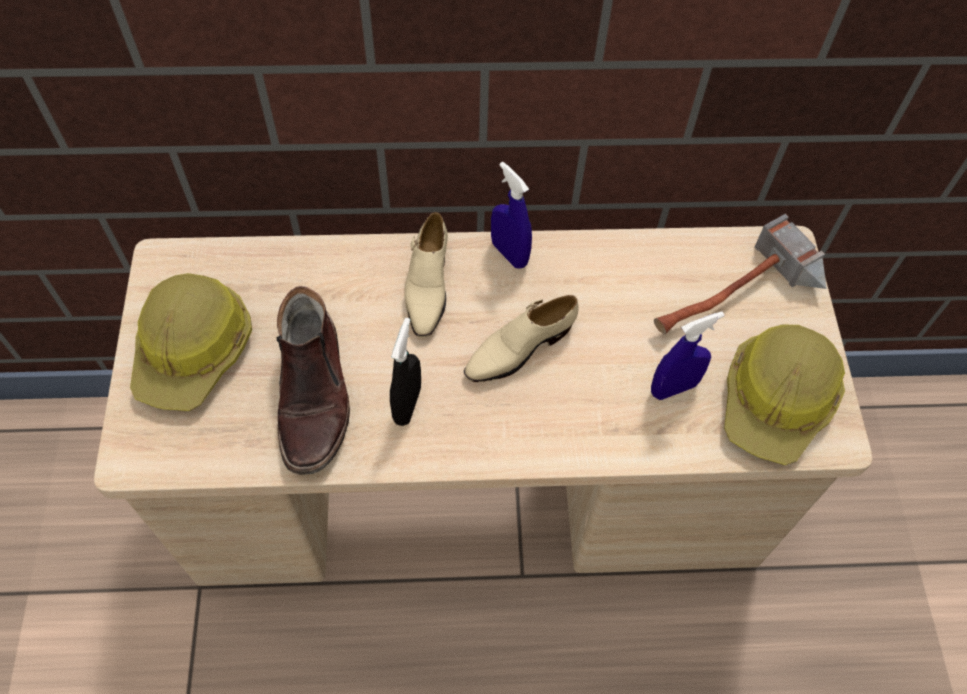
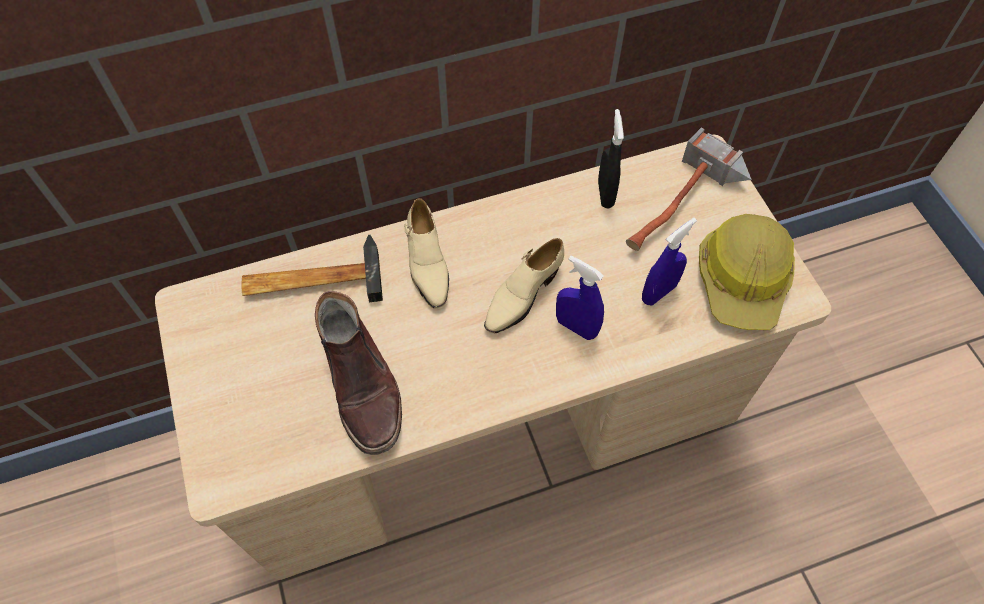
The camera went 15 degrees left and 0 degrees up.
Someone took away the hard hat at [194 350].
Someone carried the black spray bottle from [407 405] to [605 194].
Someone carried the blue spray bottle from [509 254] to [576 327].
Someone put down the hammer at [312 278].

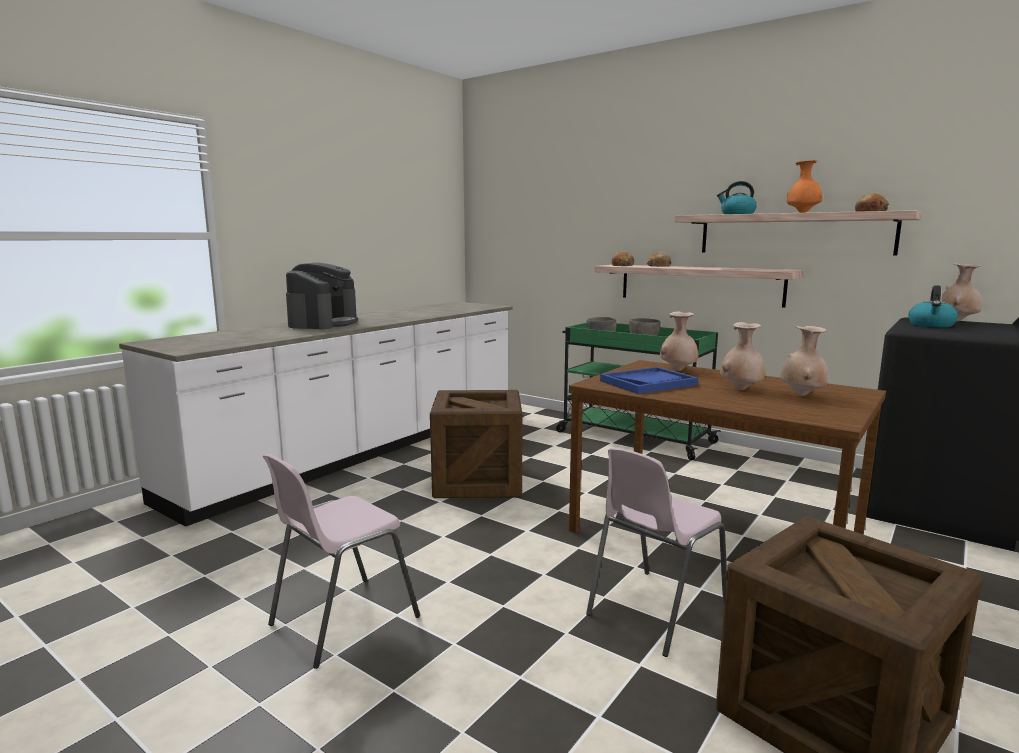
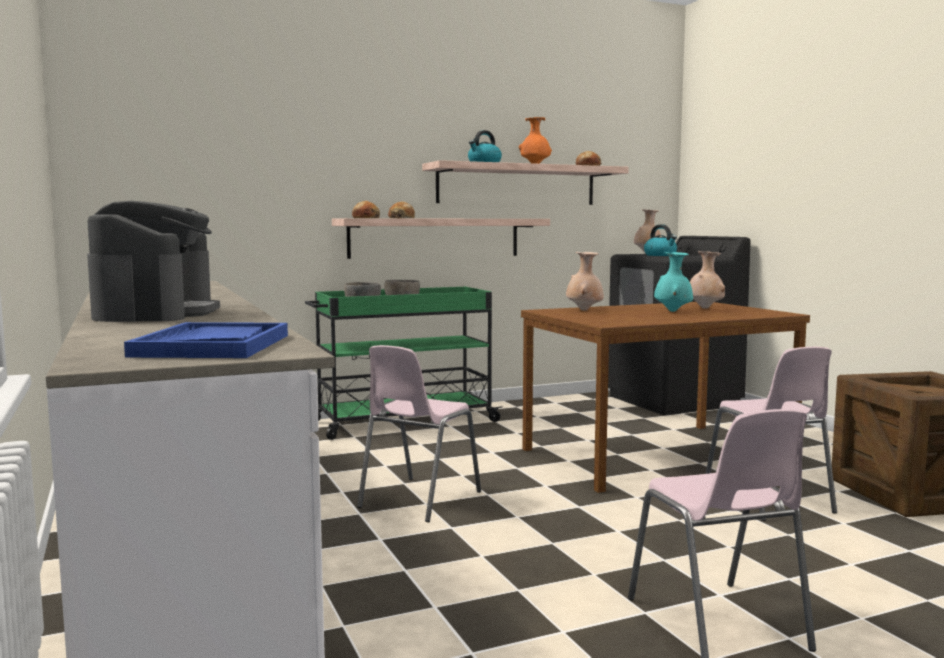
The camera went 60 degrees left and 5 degrees down.
Someone rotated the coffee machine at [324 323] by 45 degrees clockwise.
Someone swapped the crate at [478 481] for the pink chair at [418 500].
Someone carried the blue tray from [648 383] to [213 345].
Someone repainted the beige vase at [741 389], which became the turquoise vase at [673 311].

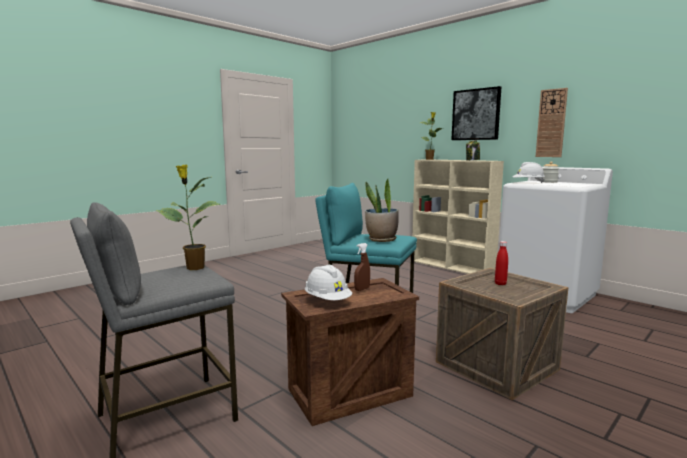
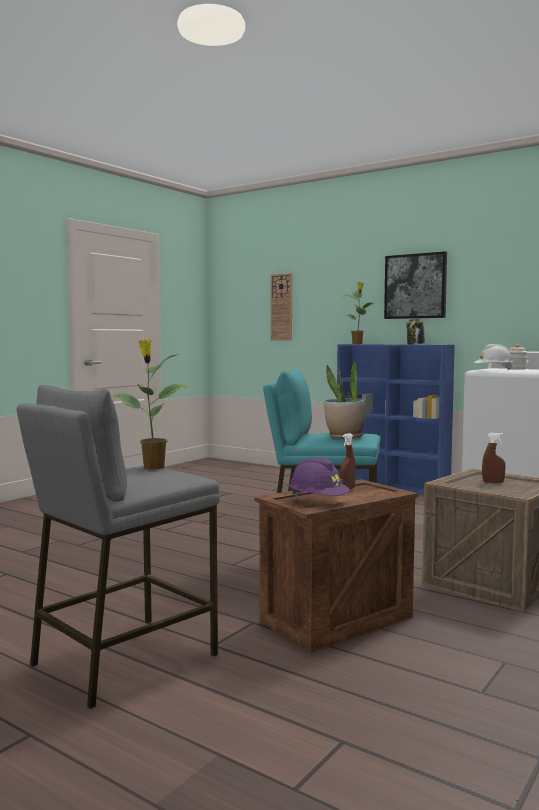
The camera went 10 degrees left and 5 degrees down.
Someone repainted the white hard hat at [327 301], which became the purple hard hat at [318 501].
Someone repainted the beige bookcase at [452 266], which became the blue bookcase at [392 486].
Someone swapped the red bottle at [500 283] for the brown spray bottle at [493 482].
Someone carried the wall clock from [551 123] to [281 307].

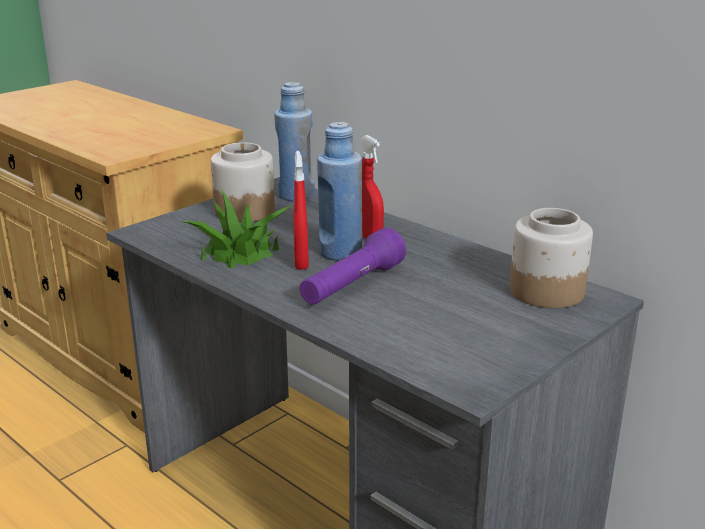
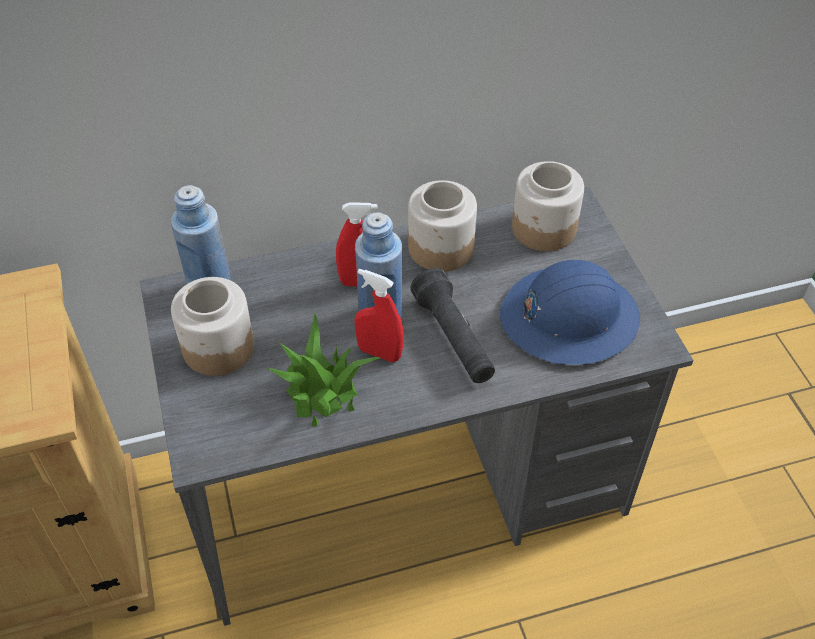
The camera went 60 degrees left and 25 degrees up.
Someone repainted the purple flashlight at [352 286], which became the black flashlight at [454 339].
Someone put down the jar at [441 248].
Someone put down the blue hard hat at [568 318].

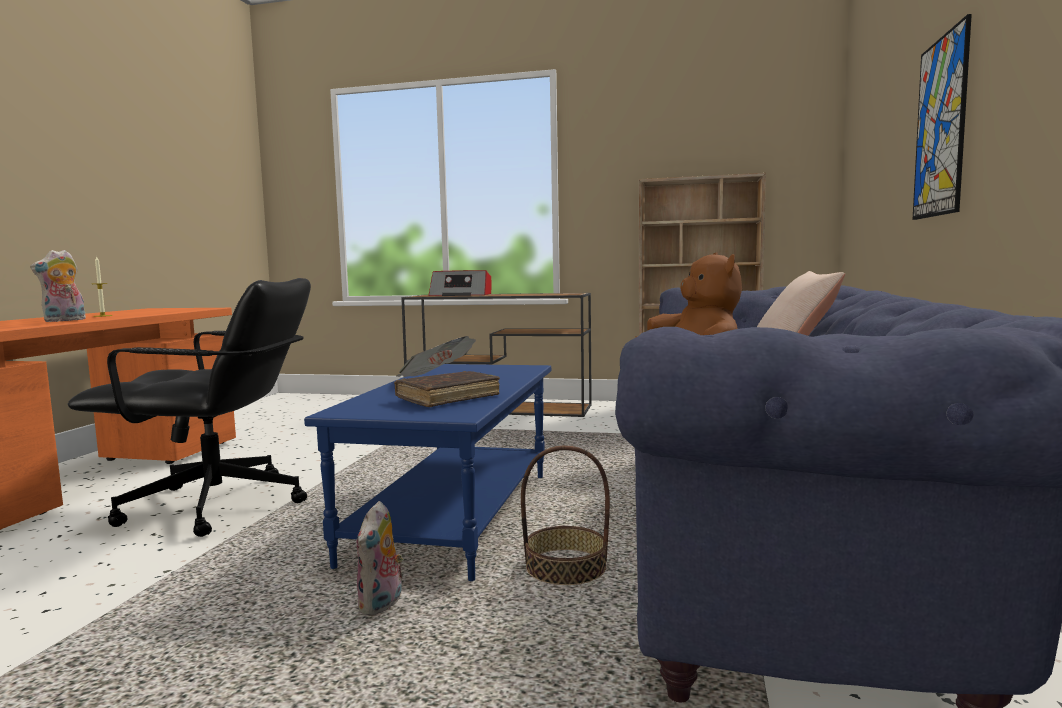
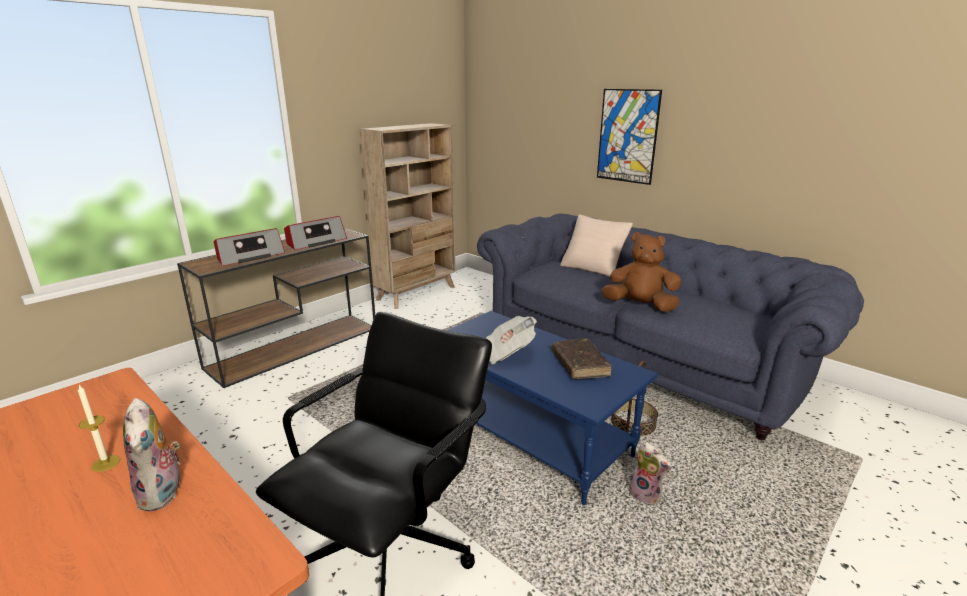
The camera went 60 degrees left and 15 degrees up.
Someone put down the radio at [315 242].

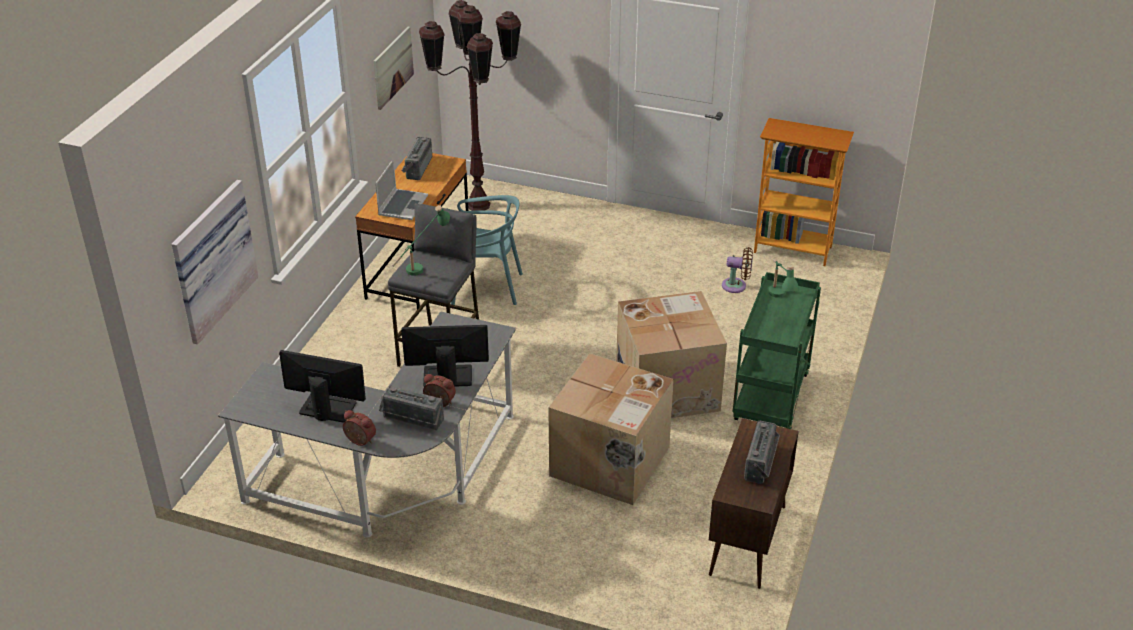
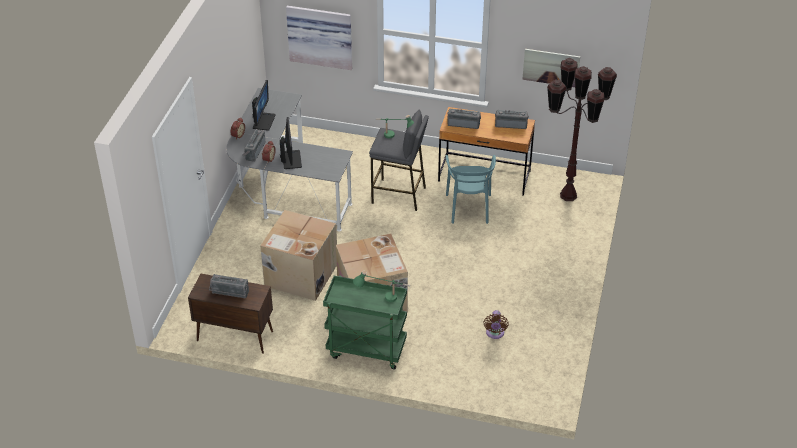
The camera went 85 degrees right and 5 degrees up.
Someone swapped the laptop at [402 205] for the radio at [463 123].
Someone took away the bookcase at [793 249].

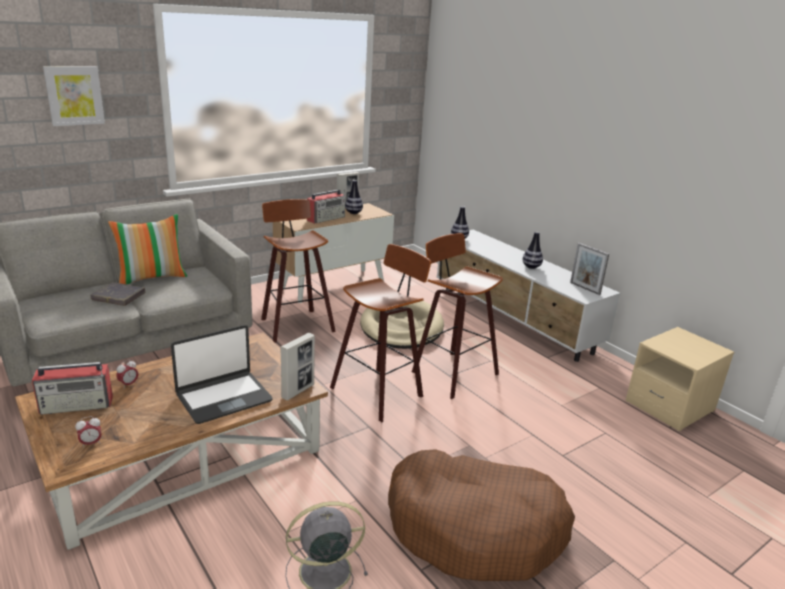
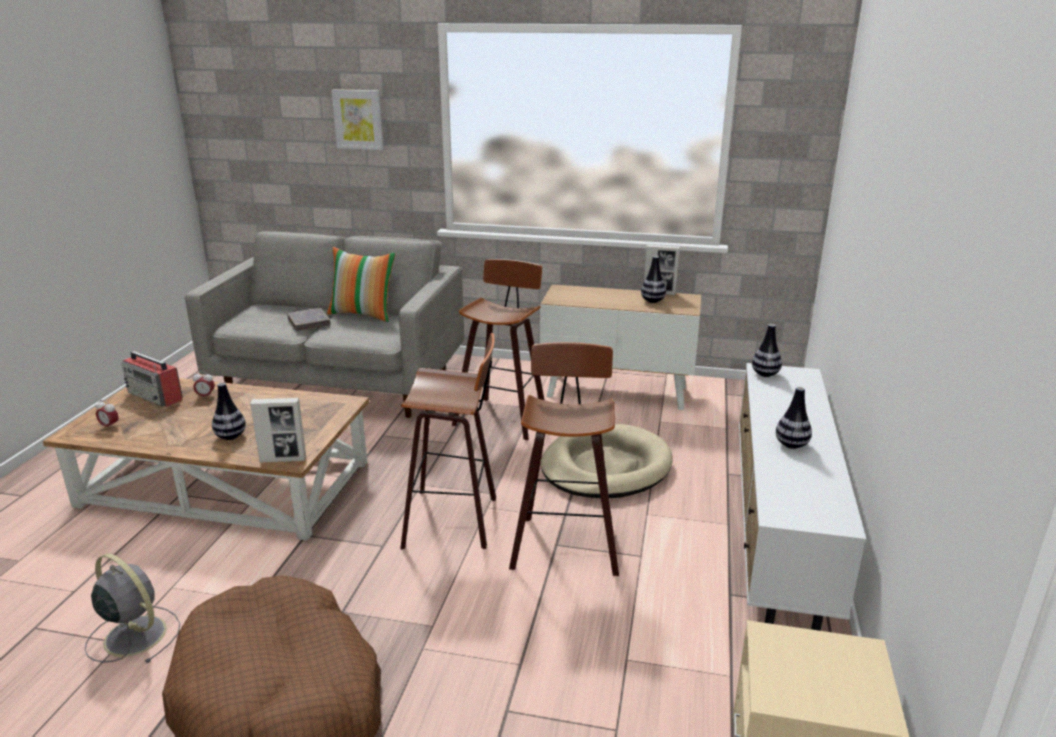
The camera went 50 degrees right and 0 degrees up.
Someone swapped the laptop at [223 397] for the vase at [231 436].
Someone took away the radio at [326 218].
Someone took away the picture frame at [585 288].

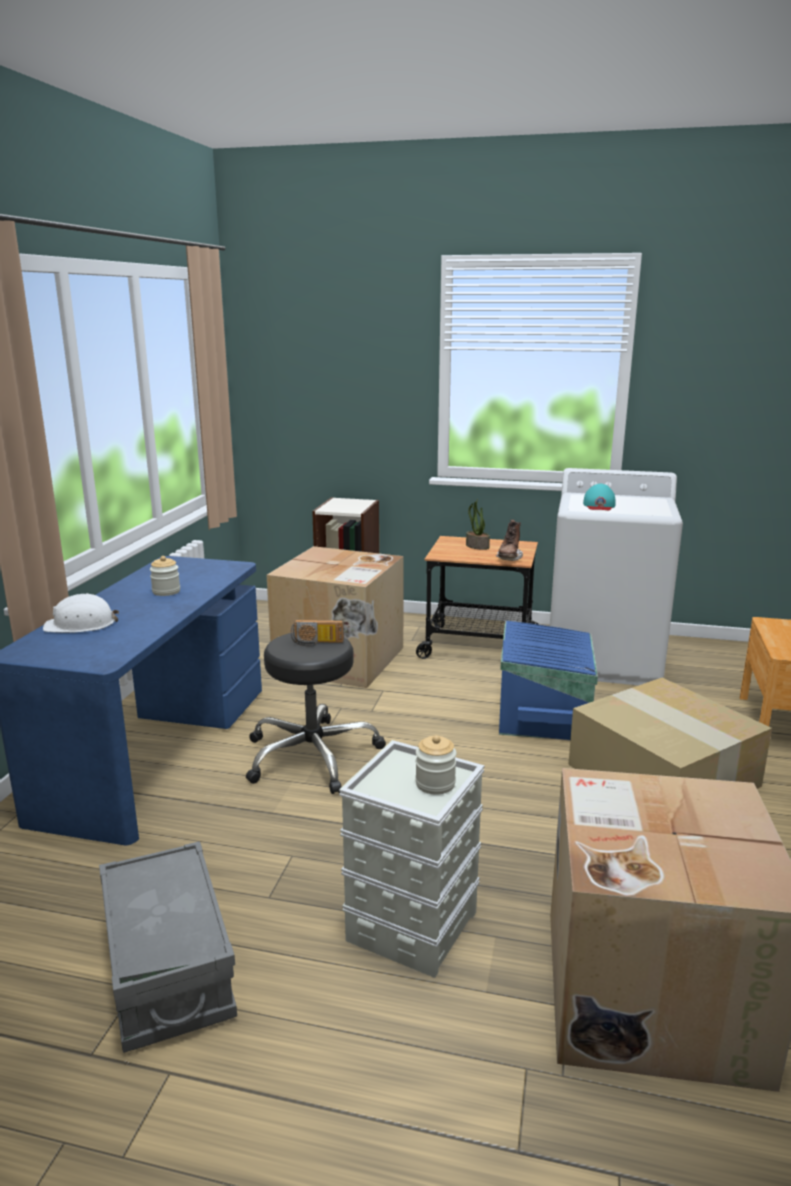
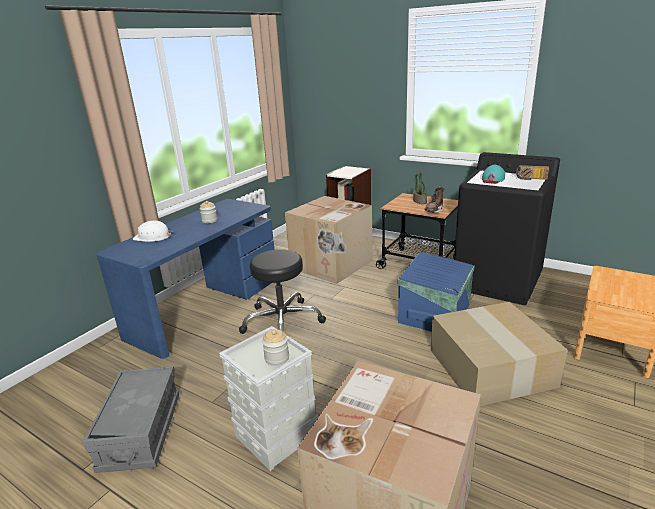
The camera went 20 degrees right and 5 degrees up.
Someone carried the radio from [317 643] to [531 179].
Someone repainted the white washing machine at [604 659], which became the black washing machine at [497 282].

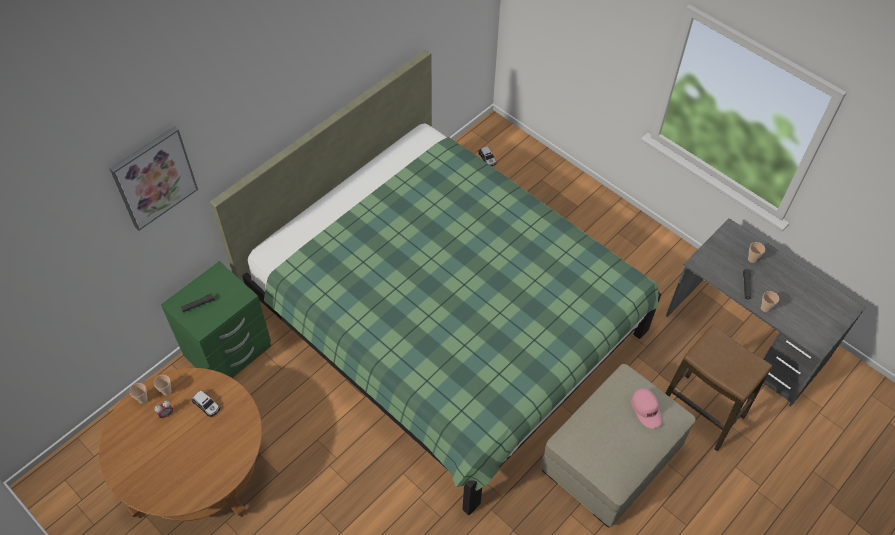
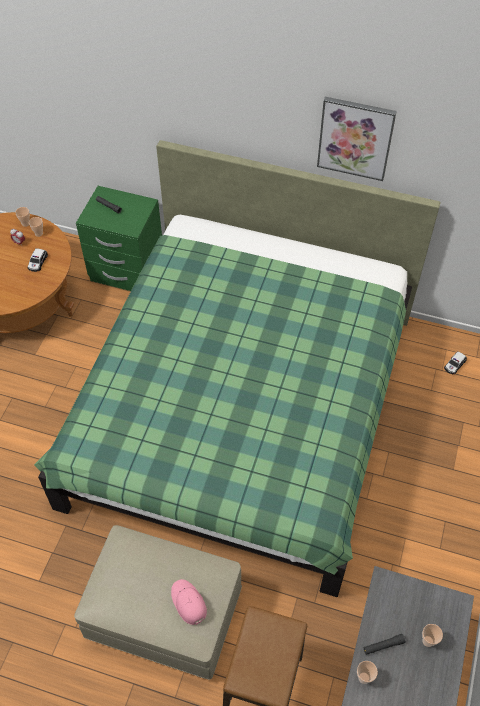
The camera went 65 degrees right and 0 degrees up.
Someone carried the picture from [154 177] to [355 138].
Someone rotated the pink cap at [646 410] by 105 degrees clockwise.

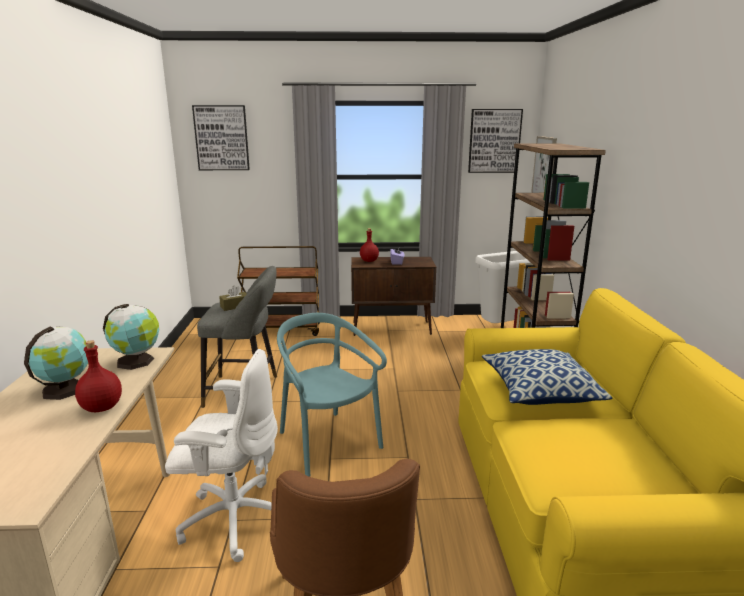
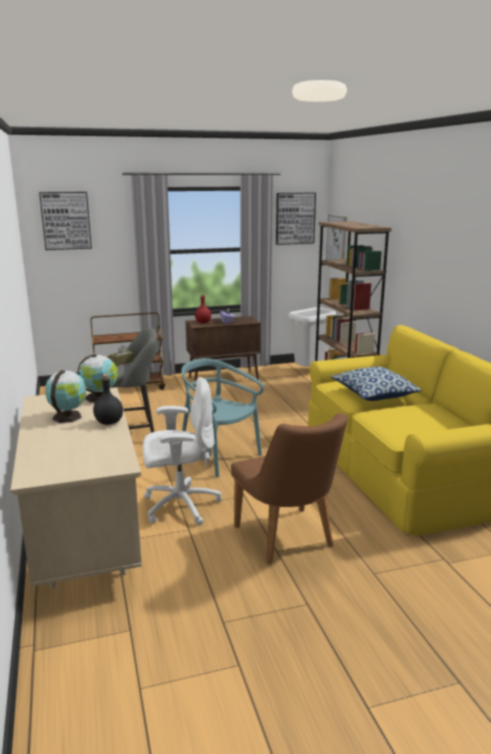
The camera went 15 degrees left and 0 degrees up.
Someone repainted the red bottle at [102 407], which became the black bottle at [109 422].

